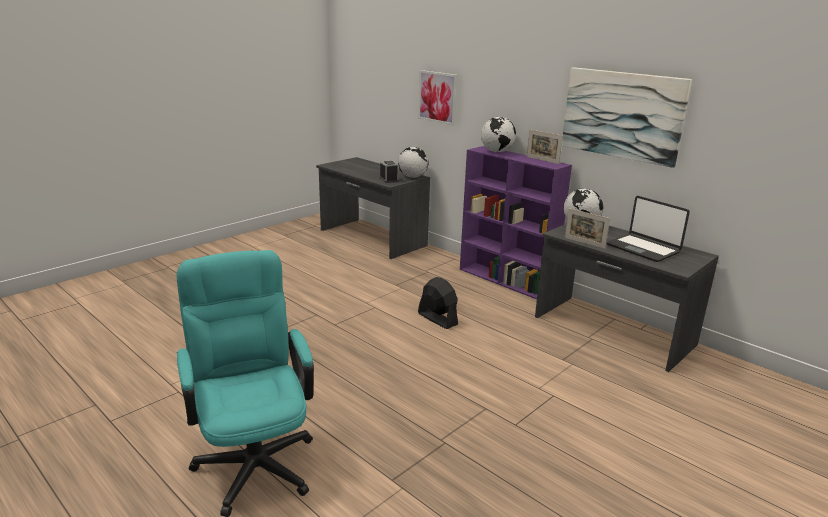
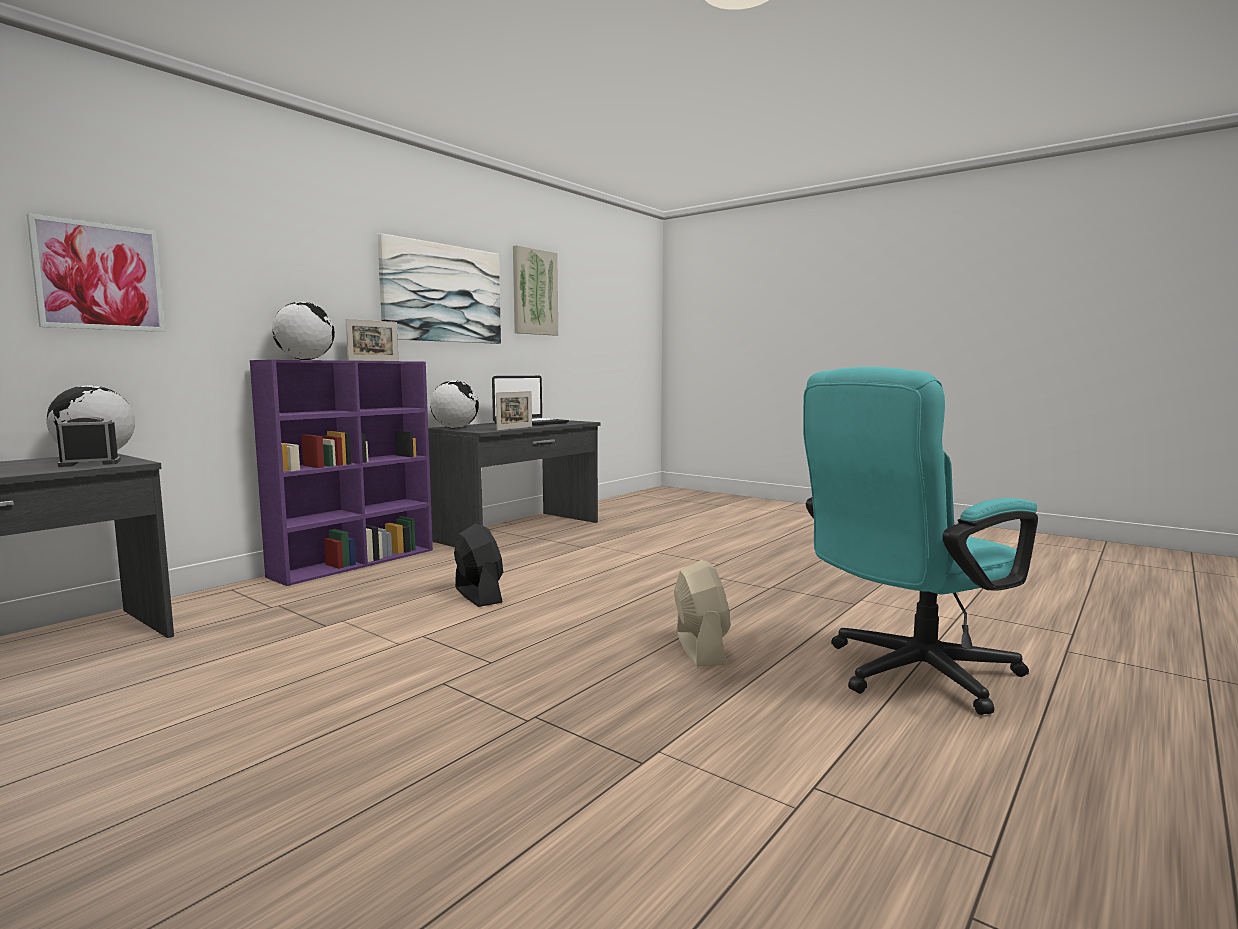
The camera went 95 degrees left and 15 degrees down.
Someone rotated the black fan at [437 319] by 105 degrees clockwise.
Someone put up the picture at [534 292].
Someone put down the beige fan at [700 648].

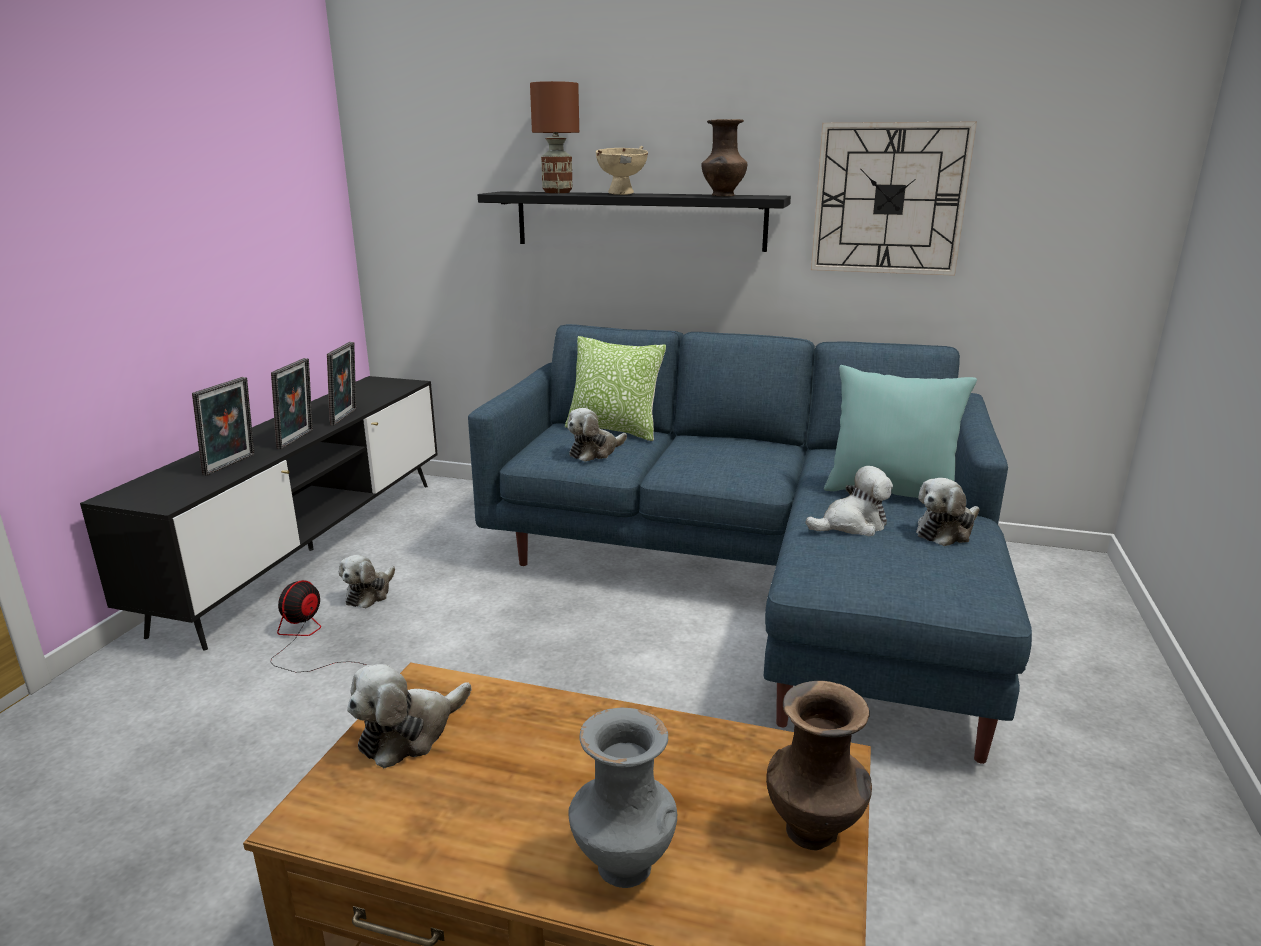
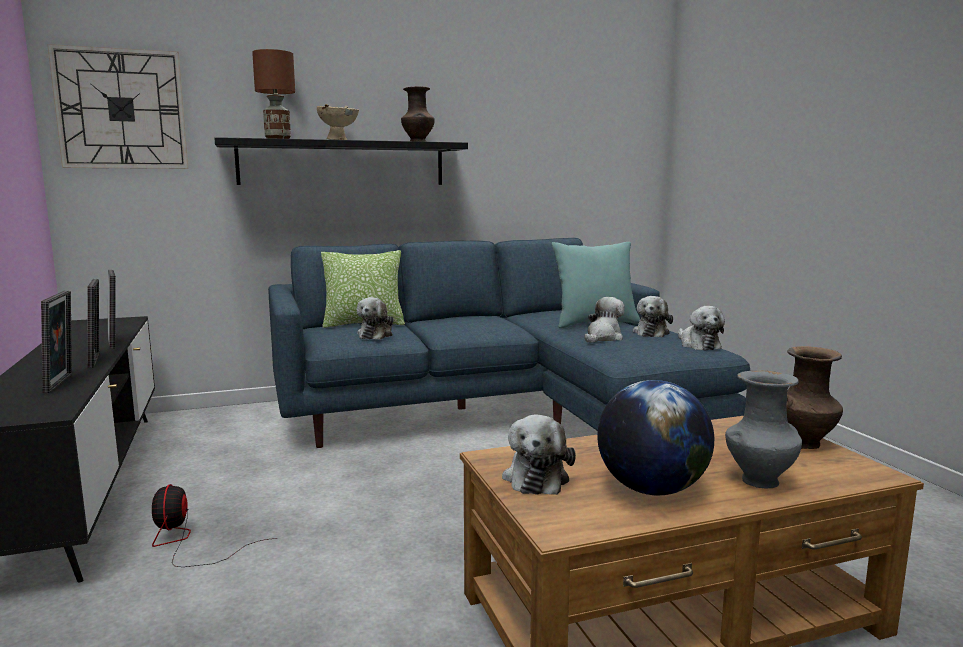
The camera went 35 degrees left and 10 degrees down.
Someone carried the plush toy from [369 593] to [698 345].
Someone carried the wall clock from [889 199] to [121 109].
Someone put down the globe at [651 490].

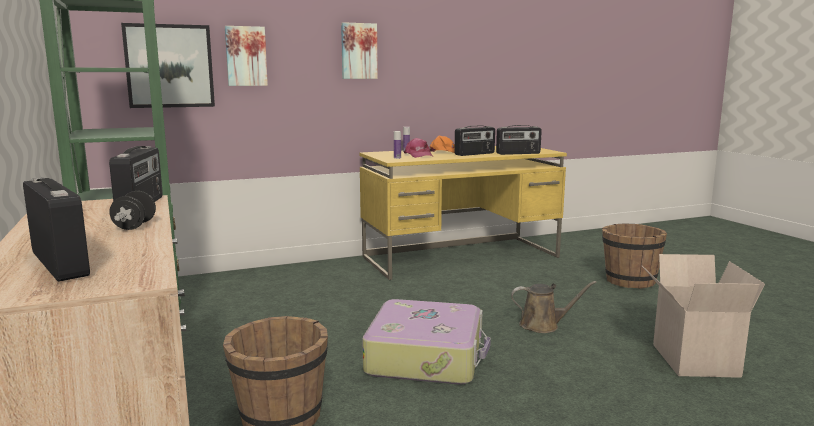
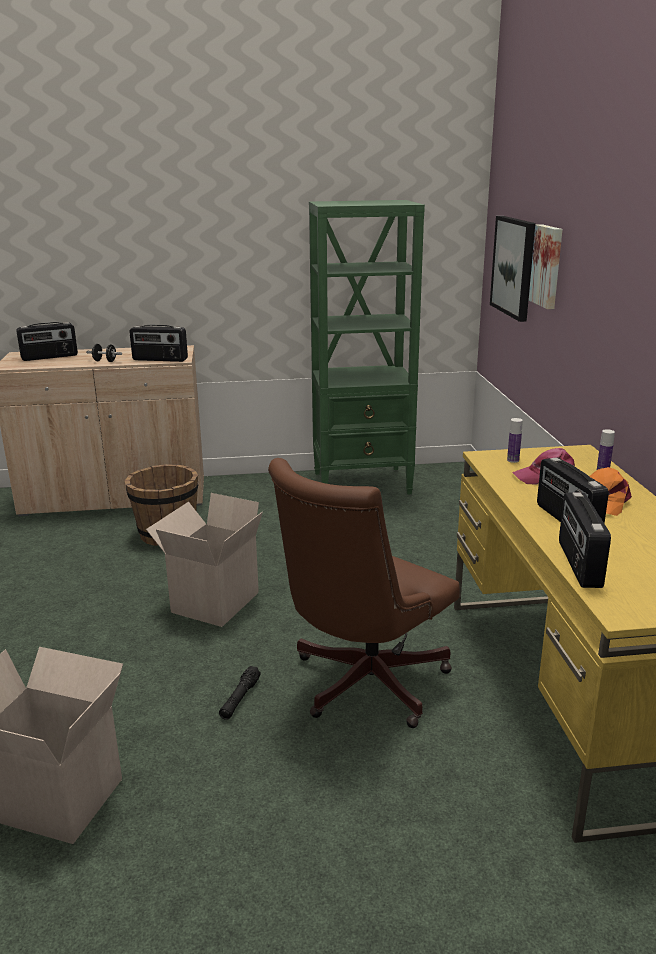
The camera went 105 degrees right and 10 degrees up.
Someone took away the picture at [358 51].
Someone swapped the suitcase at [426 357] for the cardboard box at [214 601].
Someone swapped the brown watering can at [543 325] for the black flashlight at [240 699].
Someone took away the brown bucket at [629 281].
Someone put down the brown office chair at [361 685].

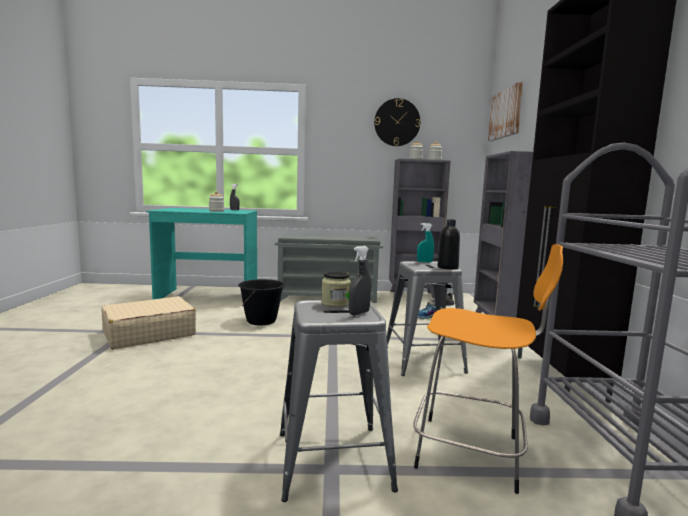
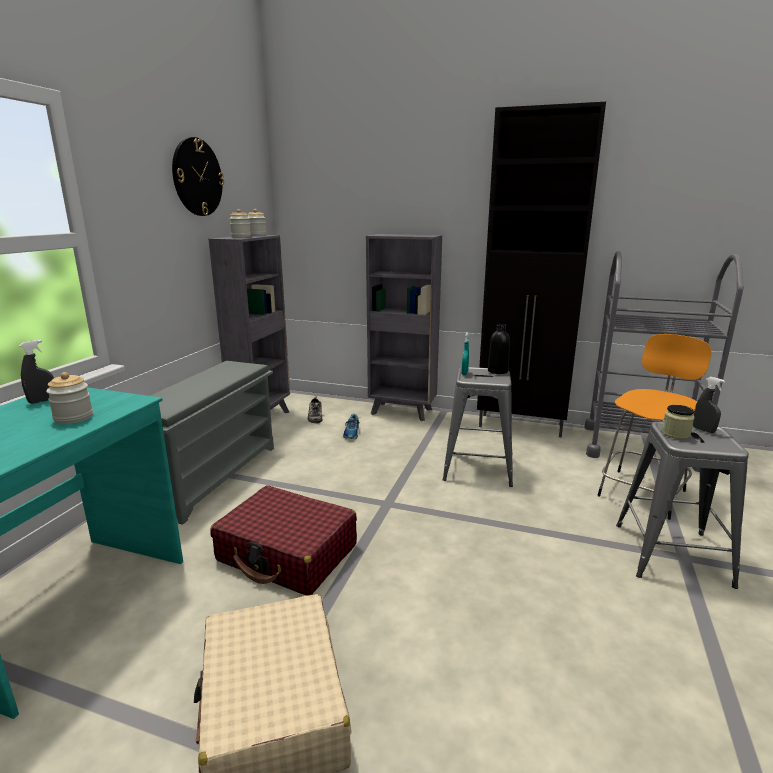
The camera went 70 degrees left and 10 degrees up.
Someone swapped the black bucket at [261 321] for the red suitcase at [287 553].
Someone took away the picture at [506 113].

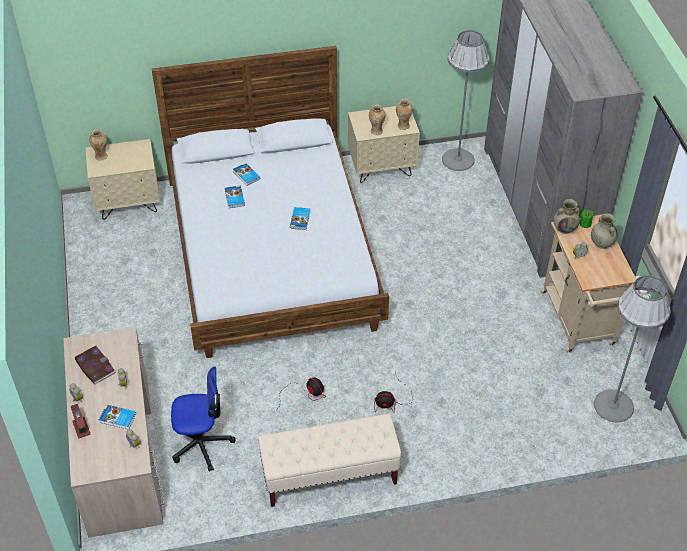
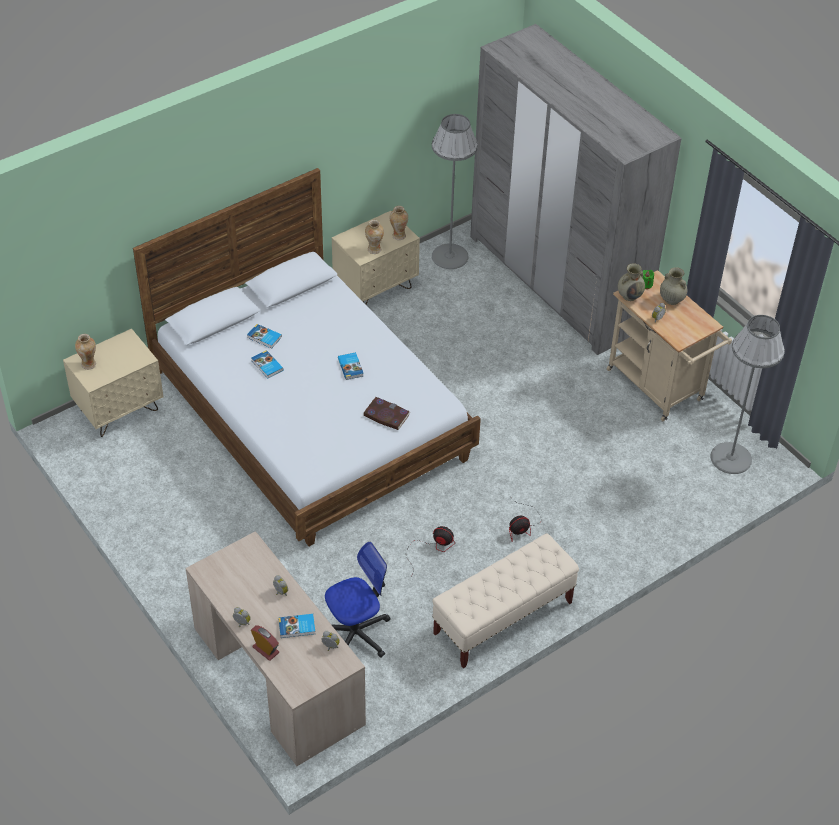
The camera went 25 degrees left and 0 degrees up.
Someone carried the book from [95 366] to [386 415].

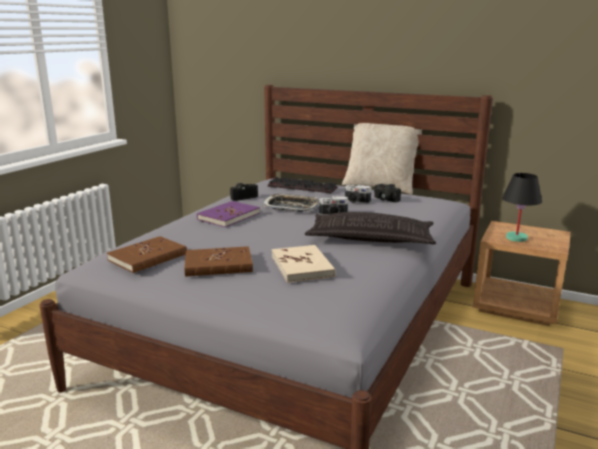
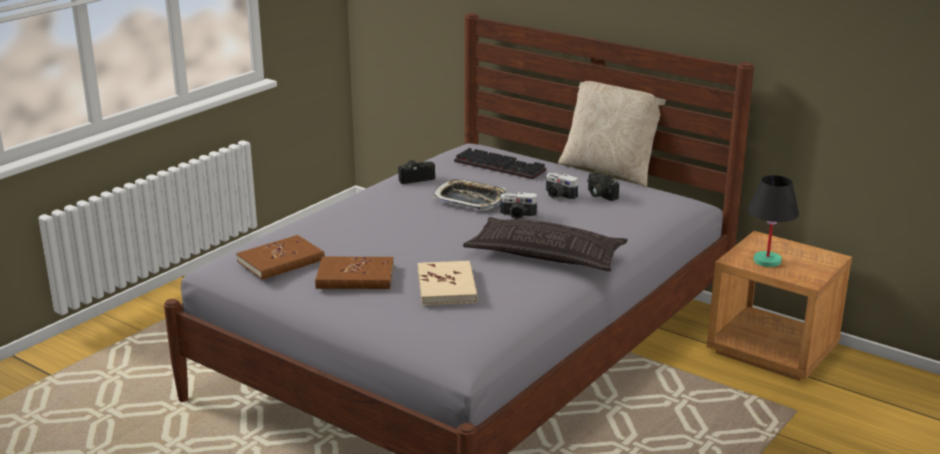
The camera went 10 degrees right and 5 degrees up.
Someone took away the purple book at [228 216].

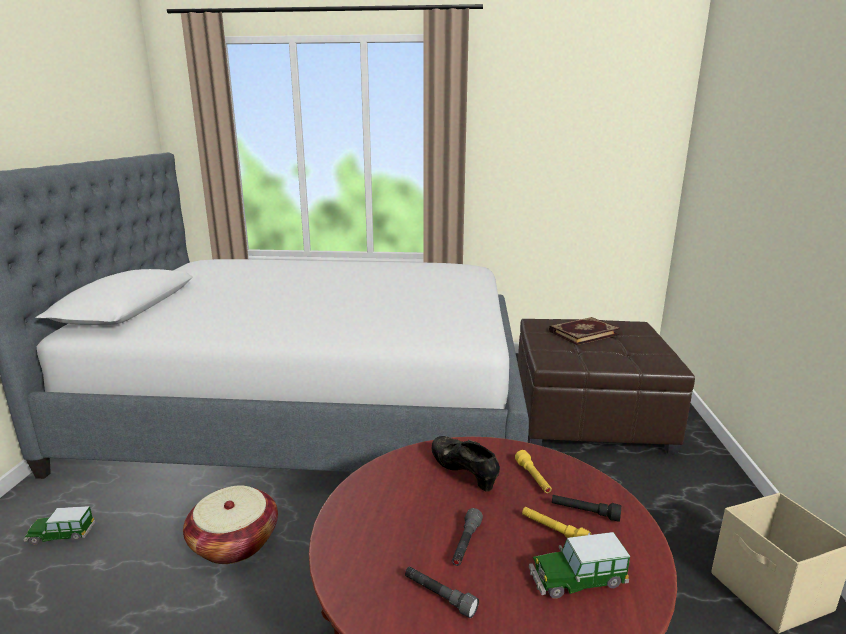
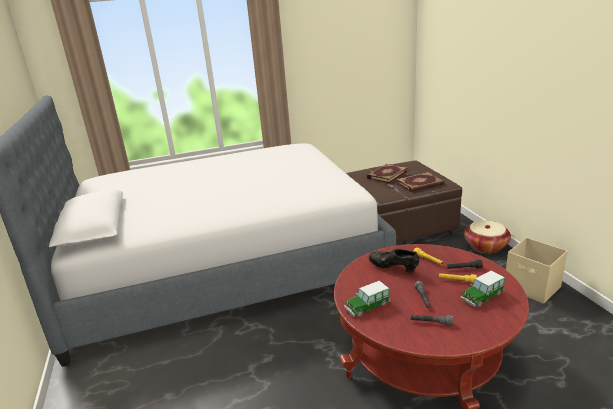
The camera went 20 degrees left and 5 degrees up.
Someone carried the toy car from [61 534] to [367 306].
Someone carried the basket from [234 543] to [485 246].
Someone put down the book at [420 184].

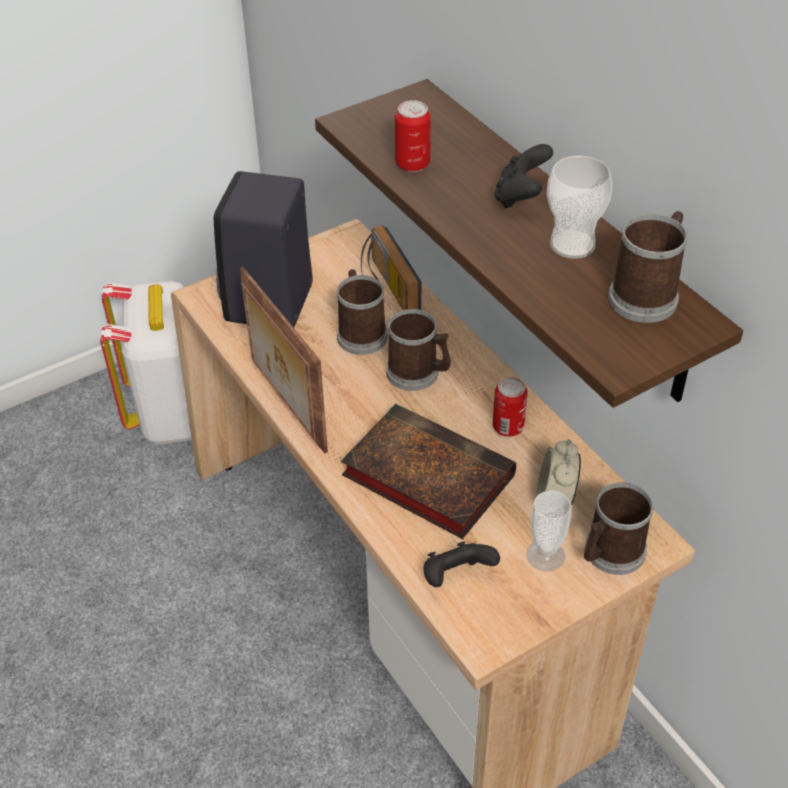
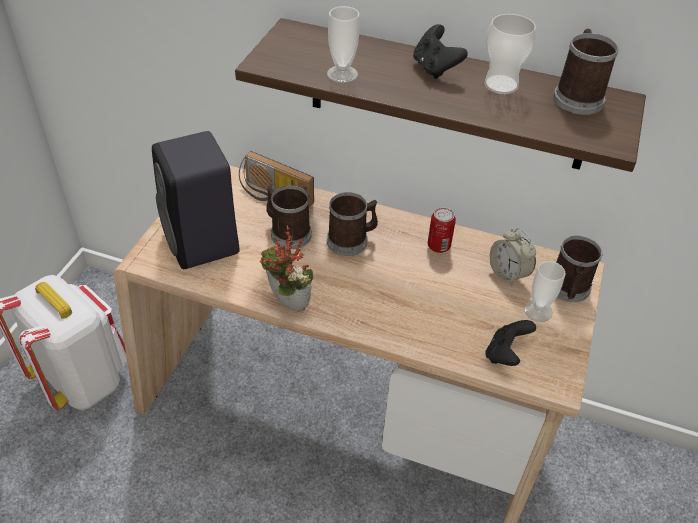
The camera went 40 degrees left and 0 degrees up.
Someone swapped the picture frame at [286 405] for the potted plant at [286 305].
Someone took away the book at [423 475].
Someone swapped the can at [412 164] for the cup at [342 74].

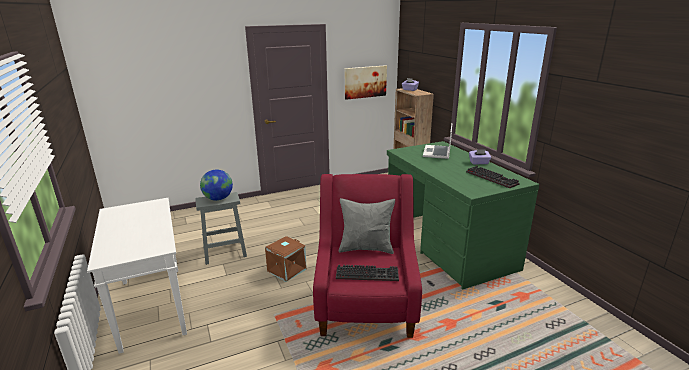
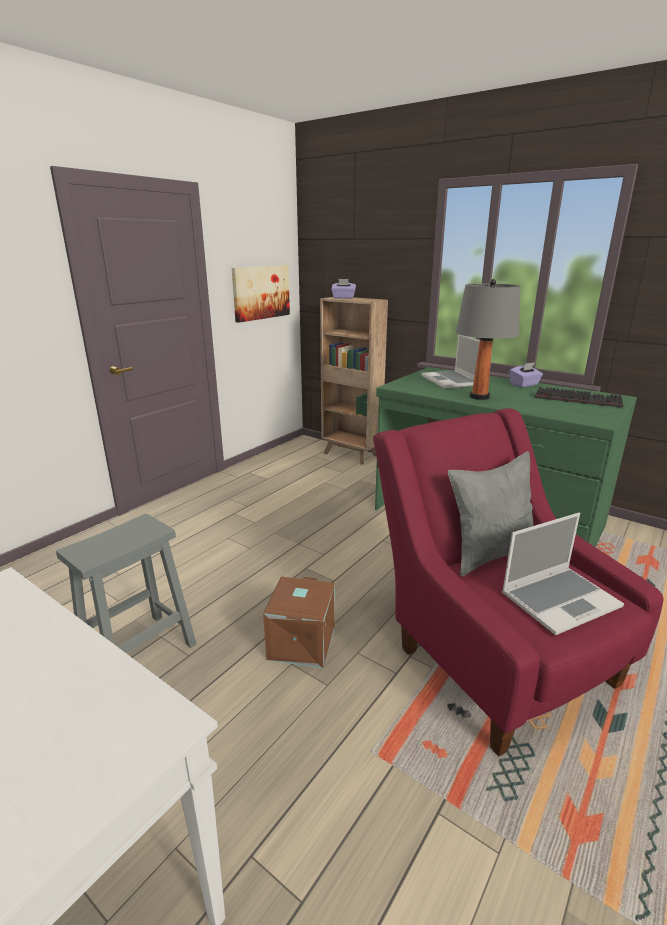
The camera went 30 degrees left and 0 degrees up.
Someone took away the globe at [218 199].
Someone swapped the keyboard at [368 274] for the laptop at [559 600].
Someone put down the grey table lamp at [479 397].

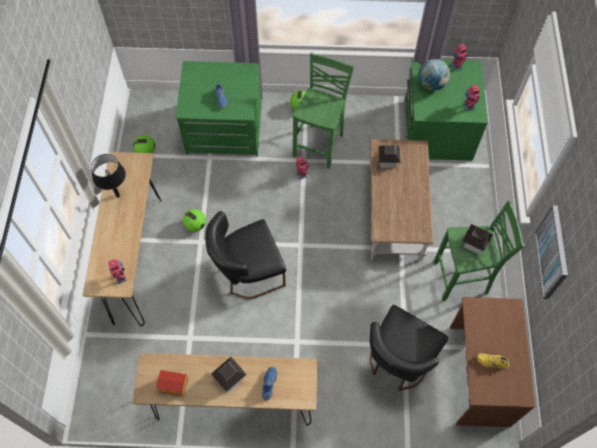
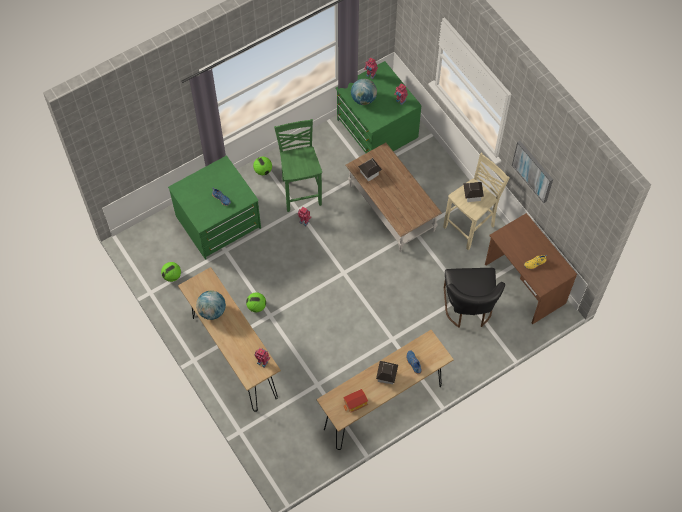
The camera went 35 degrees left and 0 degrees up.
Someone swapped the black table lamp at [117 195] for the globe at [212 311].
Someone took away the black chair at [248 273].
Someone repainted the green stool at [462 279], which became the beige stool at [470 227].

